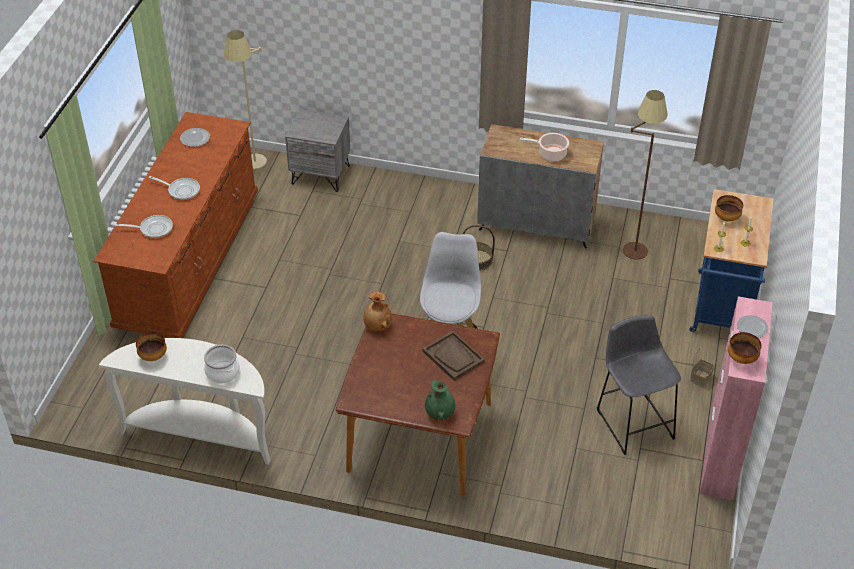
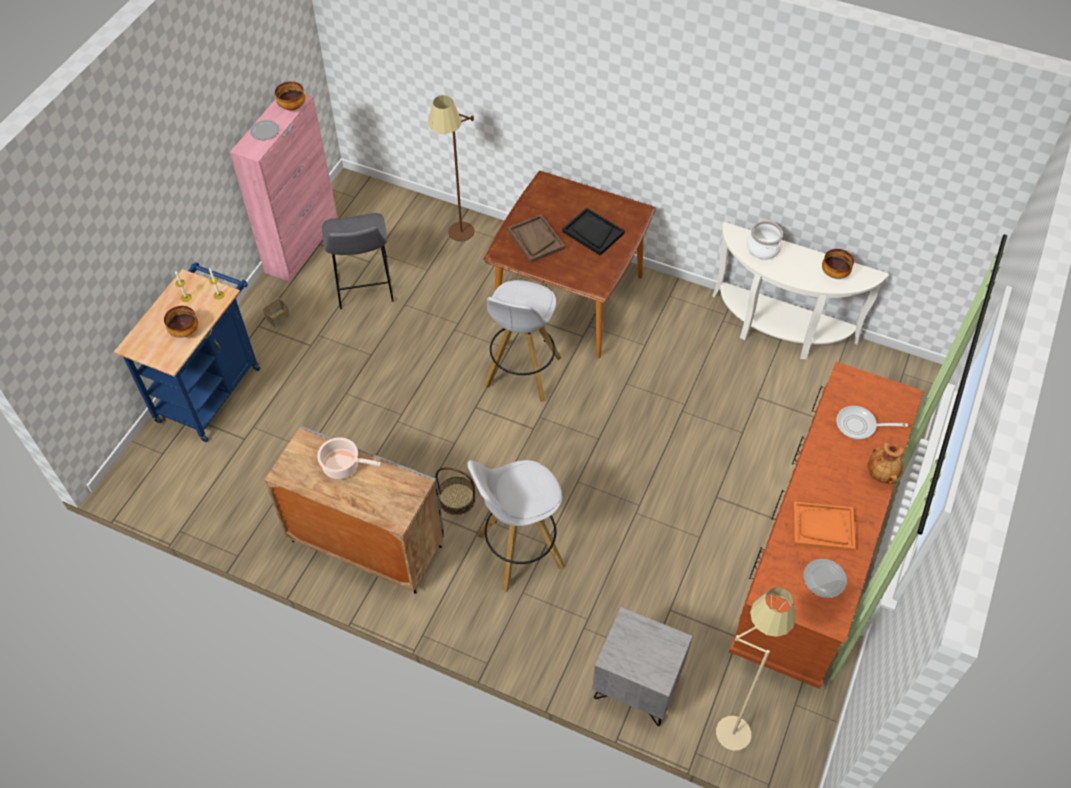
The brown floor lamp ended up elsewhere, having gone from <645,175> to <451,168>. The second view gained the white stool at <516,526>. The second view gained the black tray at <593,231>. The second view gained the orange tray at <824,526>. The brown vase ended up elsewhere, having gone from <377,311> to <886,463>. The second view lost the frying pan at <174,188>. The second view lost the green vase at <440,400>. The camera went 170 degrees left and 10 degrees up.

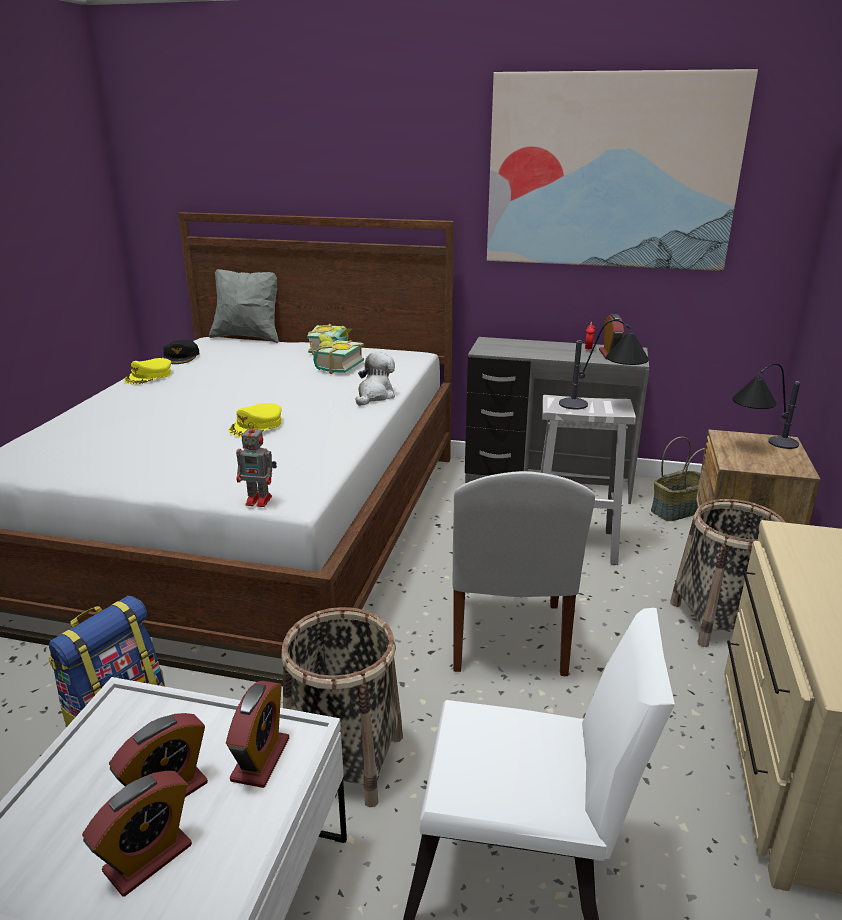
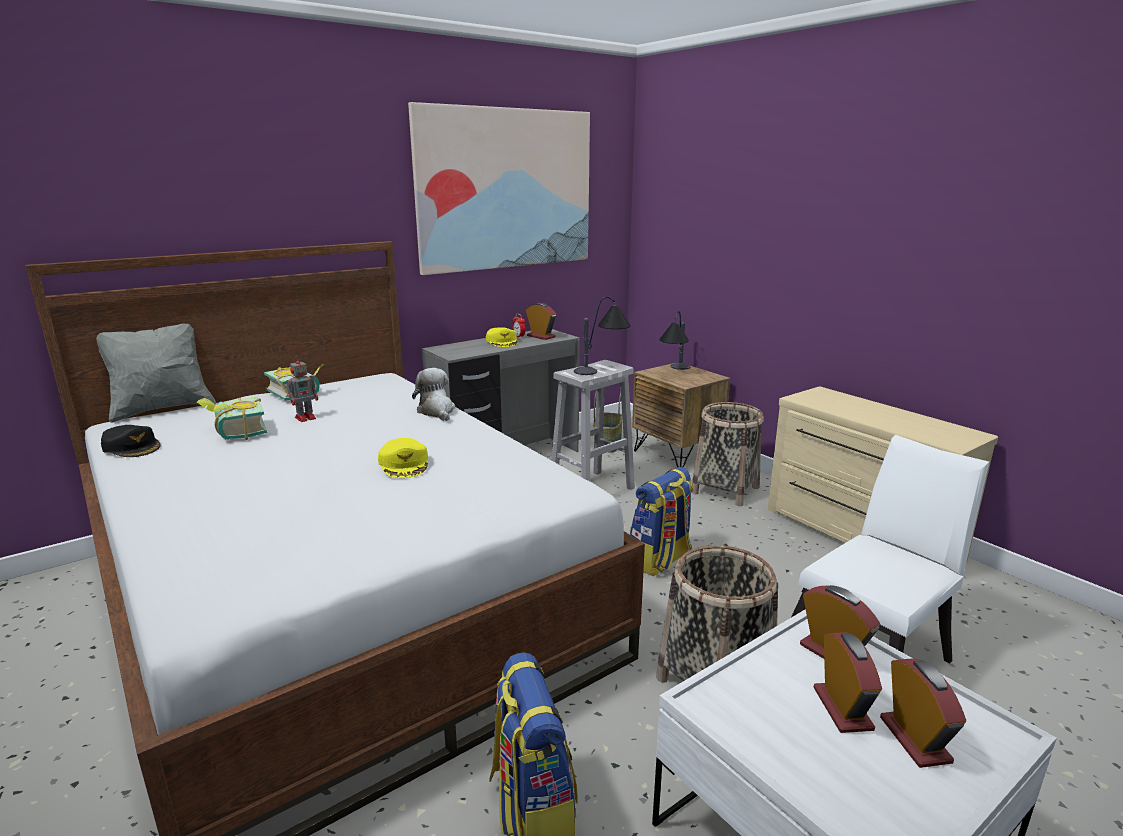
The book ended up elsewhere, having gone from <338,354> to <232,418>. The toy robot ended up elsewhere, having gone from <256,464> to <302,388>. The yellow cap ended up elsewhere, having gone from <147,371> to <502,337>. Where the white chair stood at <524,573>, the backpack came to stand at <662,521>. The camera went 50 degrees left and 5 degrees down.

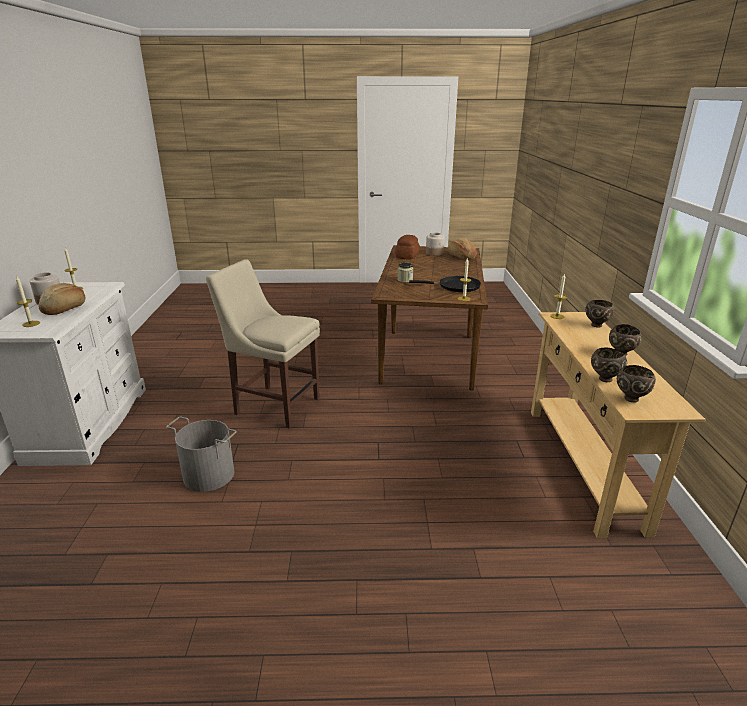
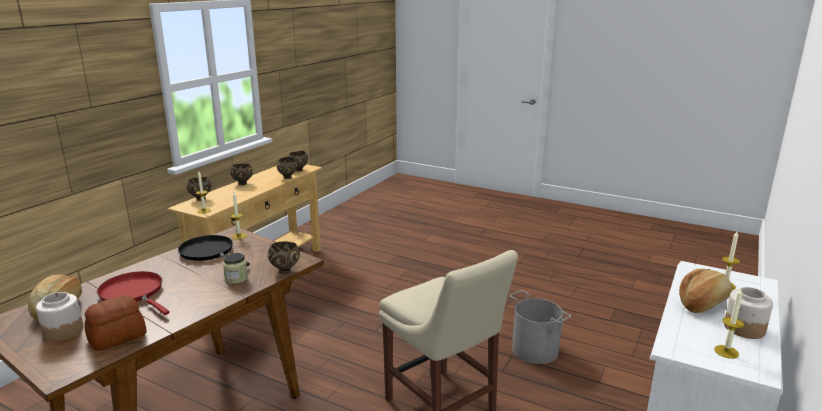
The second view gained the red frying pan at <133,293>. The second view gained the brown bowl at <284,258>. The camera went 150 degrees left and 5 degrees down.

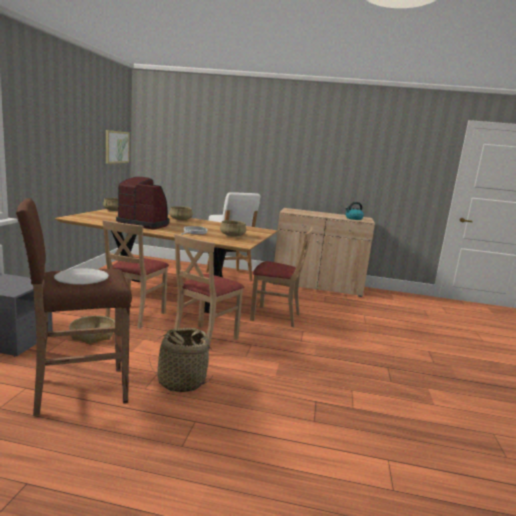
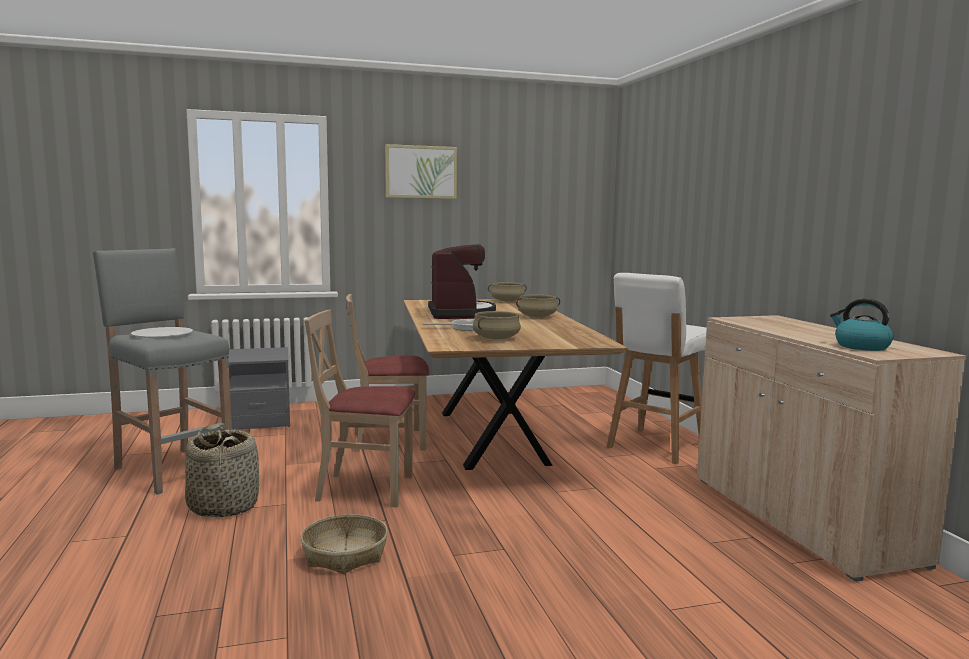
What was the brown stool at <74,307> turned into the grey stool at <162,371>. The basket ended up elsewhere, having gone from <92,330> to <344,544>. The picture ended up elsewhere, having gone from <117,147> to <421,171>. The second view lost the beige chair at <281,277>. The camera went 65 degrees right and 5 degrees down.

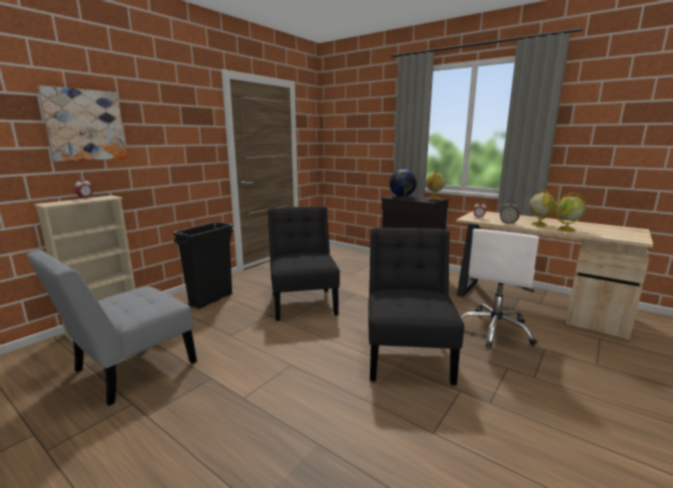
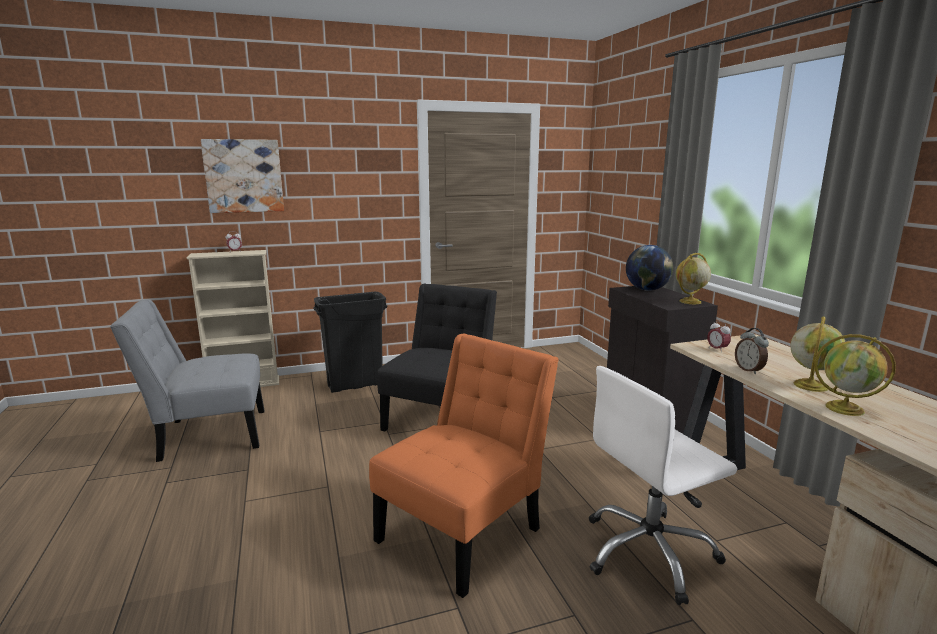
What was the black chair at <416,306> turned into the orange chair at <464,466>. The camera went 35 degrees right and 0 degrees up.

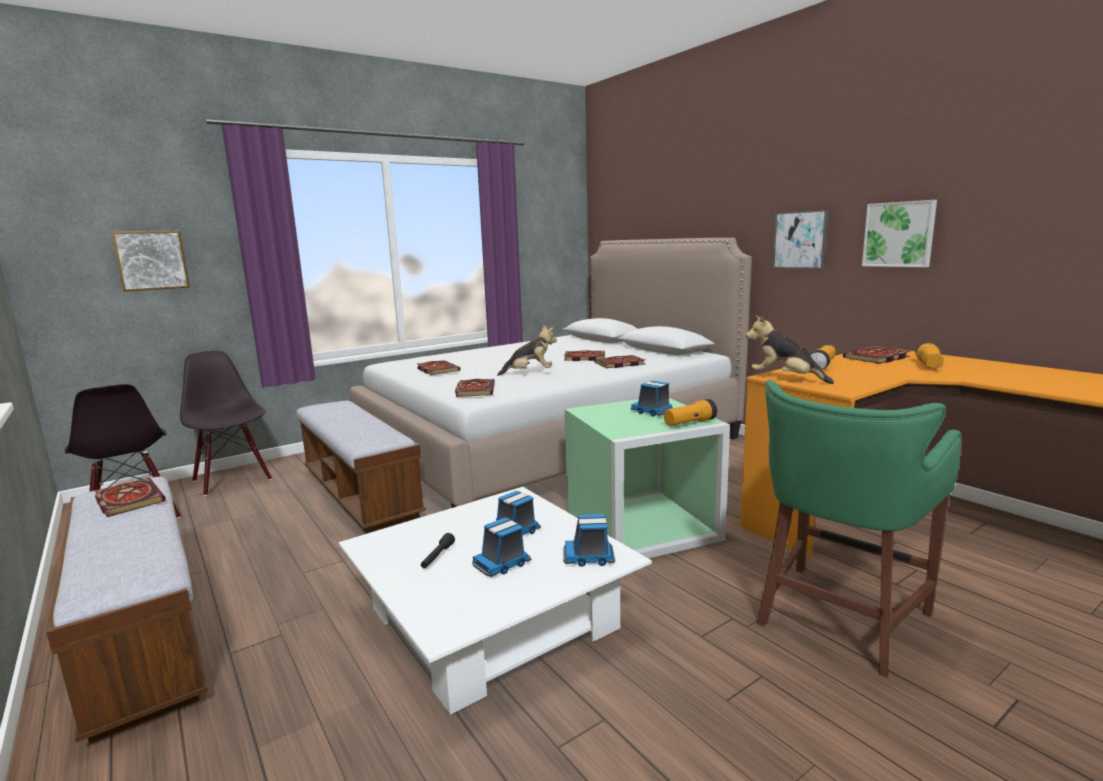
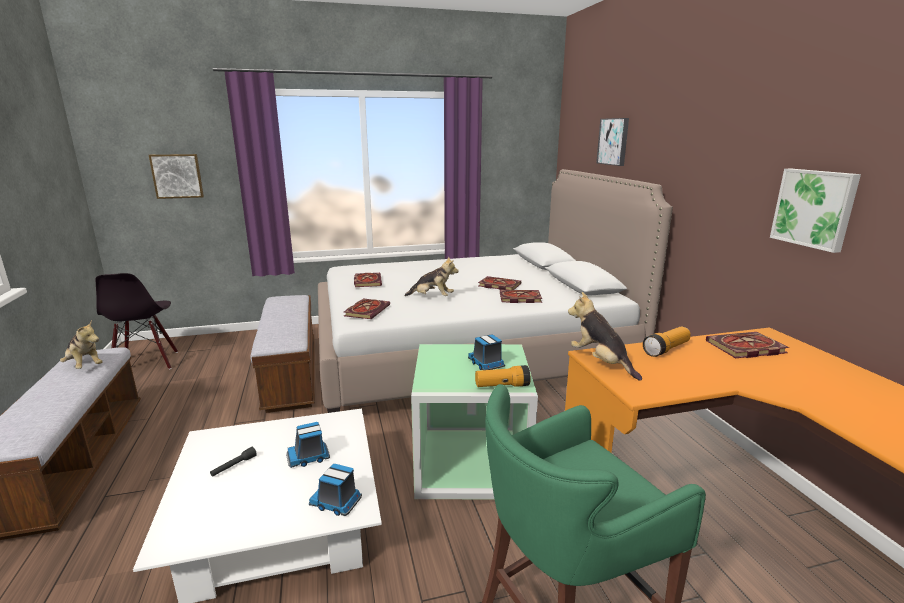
Where the book stood at <130,497>, the plush toy came to stand at <81,344>. The picture ended up elsewhere, having gone from <801,239> to <612,142>. The second view lost the black chair at <226,423>. The second view lost the toy truck at <502,547>. The second view lost the flashlight at <930,355>. The camera went 20 degrees right and 5 degrees up.

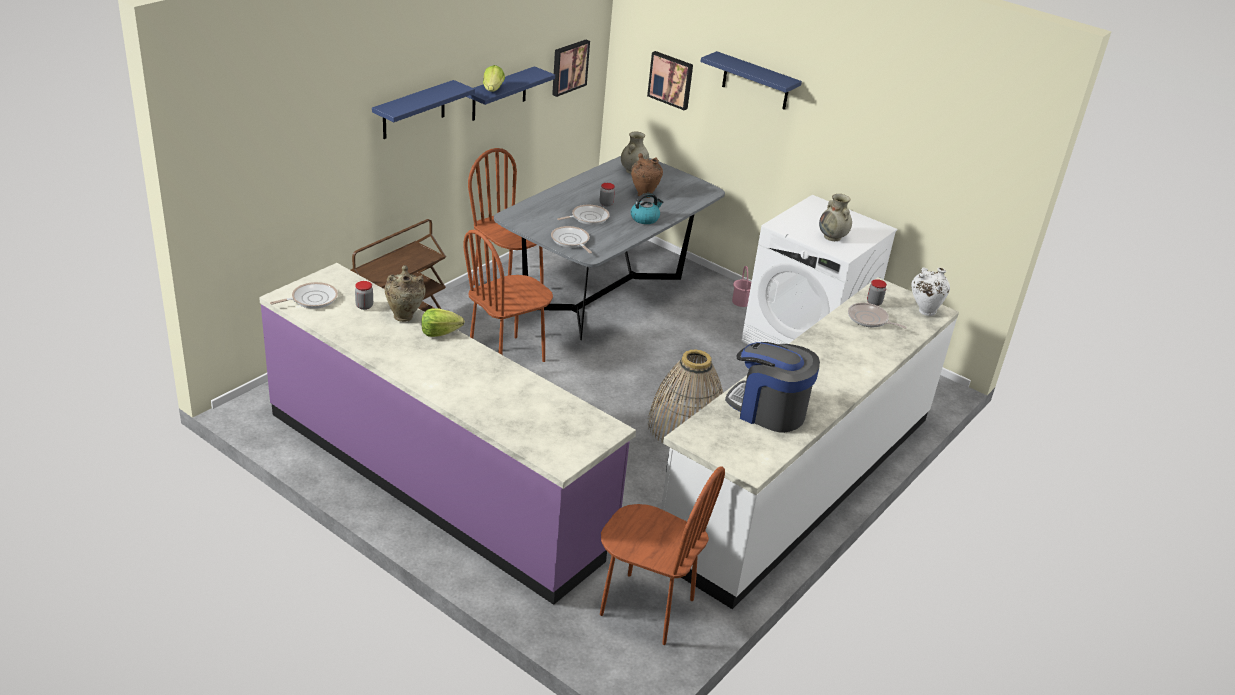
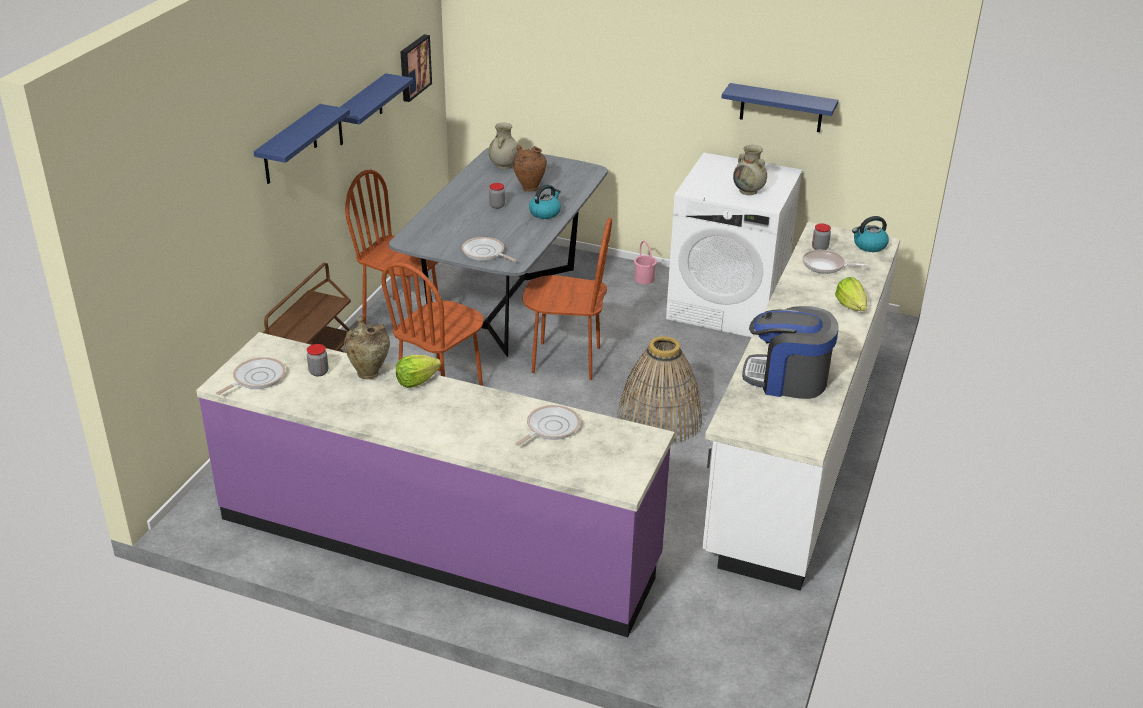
The frying pan ended up elsewhere, having gone from <583,215> to <547,425>. The brown chair ended up elsewhere, having gone from <662,555> to <567,299>. The blue shelf ended up elsewhere, having gone from <751,80> to <780,107>. The lettuce ended up elsewhere, having gone from <494,78> to <851,294>. Where the white vase stood at <930,291>, the kettle came to stand at <870,234>. The second view lost the picture at <670,80>. The camera went 15 degrees left and 0 degrees up.

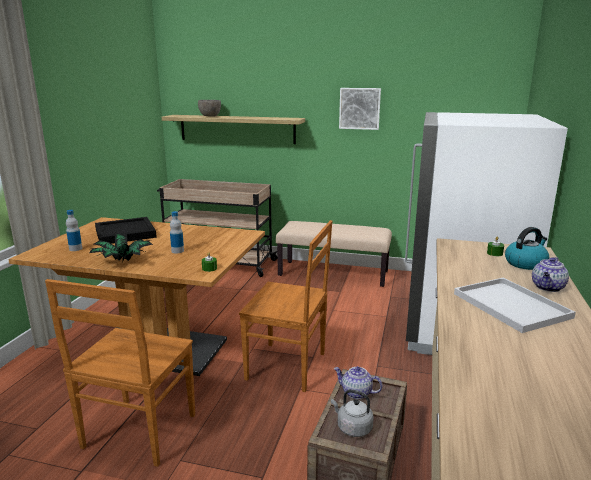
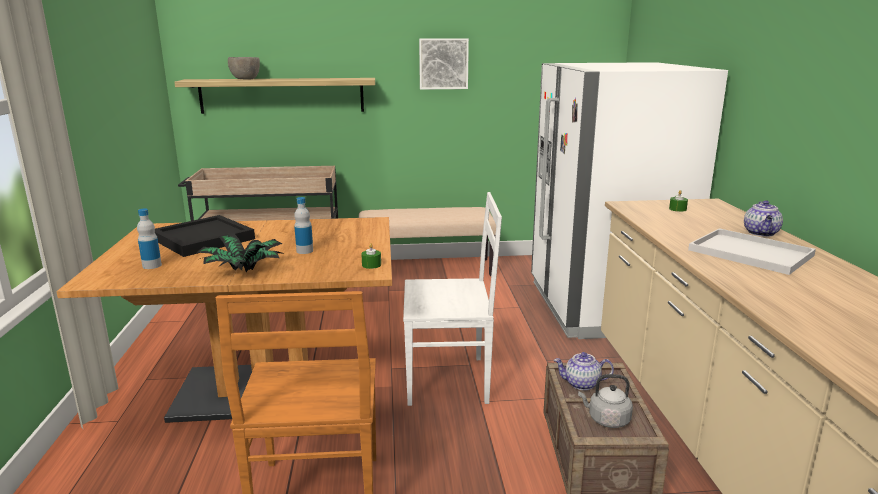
What was the brown chair at <285,306> turned into the white chair at <452,299>. The second view lost the kettle at <527,248>. The camera went 20 degrees left and 0 degrees up.

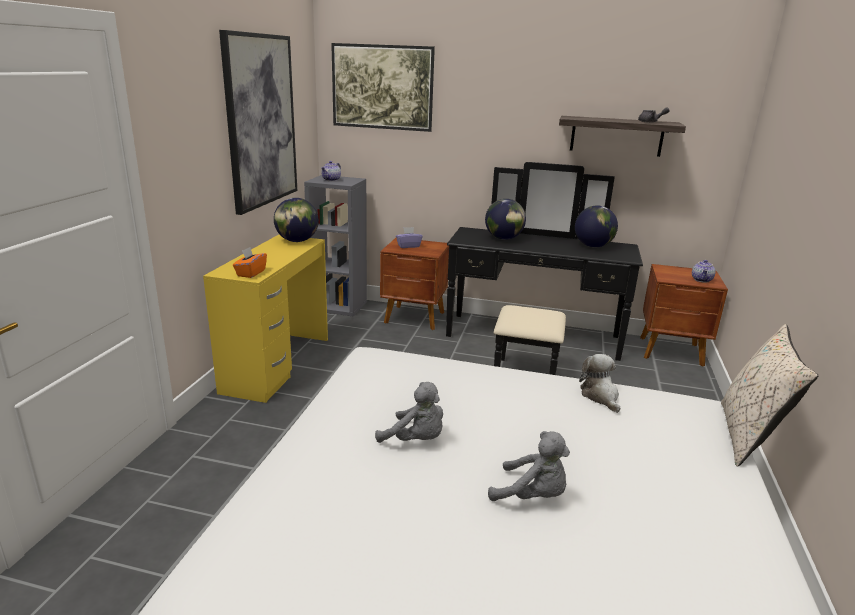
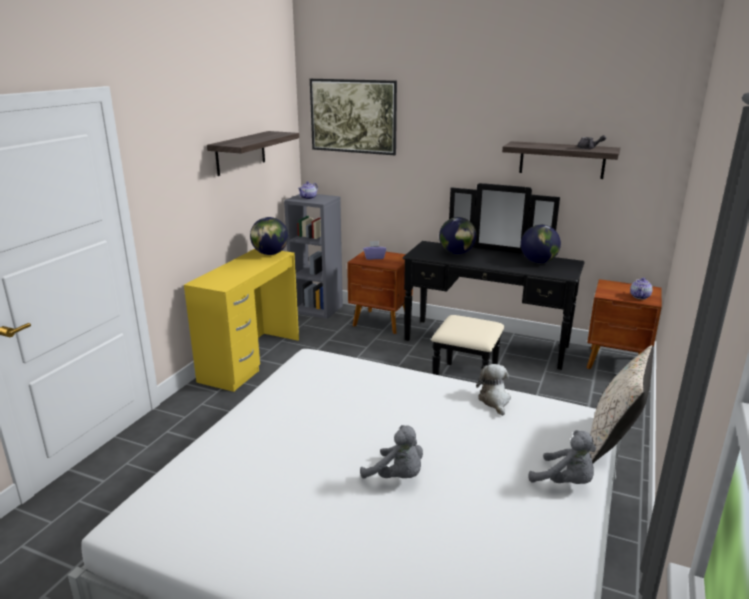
Where the picture hung at <258,122>, the shelf came to hang at <253,153>. The grey plush toy ended up elsewhere, having gone from <409,412> to <562,457>. The second view lost the orange tissue box at <250,262>. The camera went 10 degrees right and 0 degrees up.

